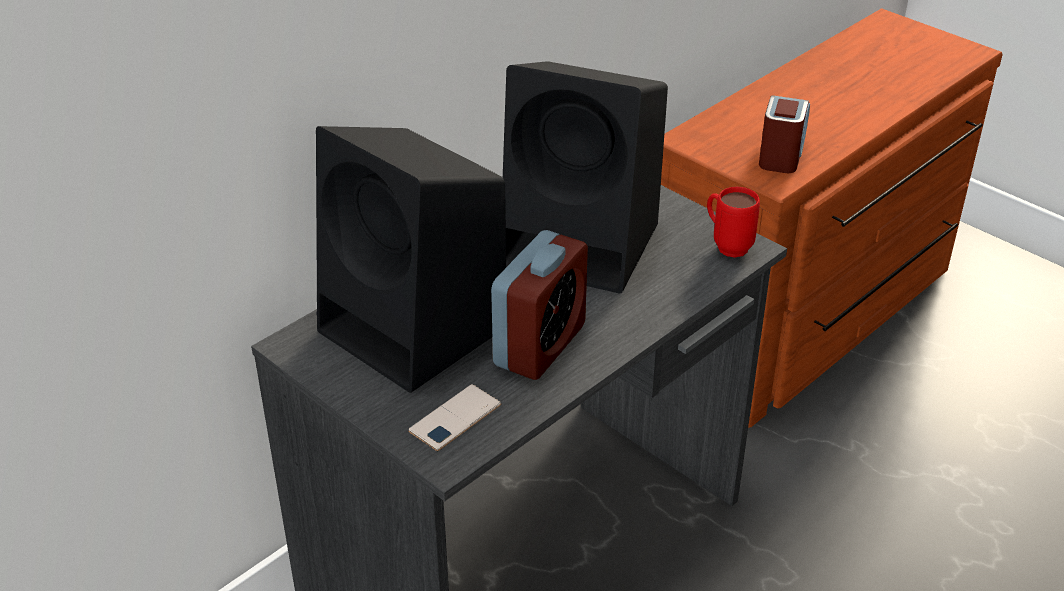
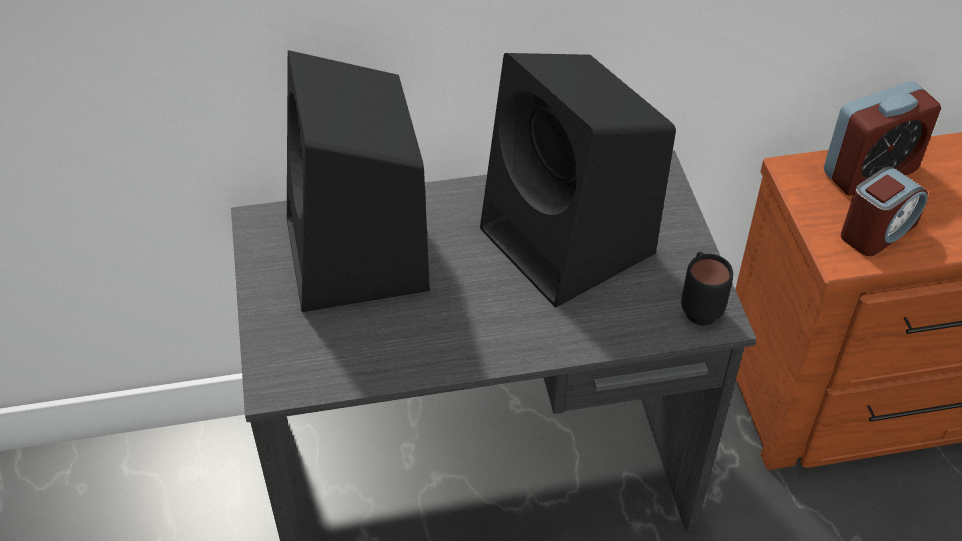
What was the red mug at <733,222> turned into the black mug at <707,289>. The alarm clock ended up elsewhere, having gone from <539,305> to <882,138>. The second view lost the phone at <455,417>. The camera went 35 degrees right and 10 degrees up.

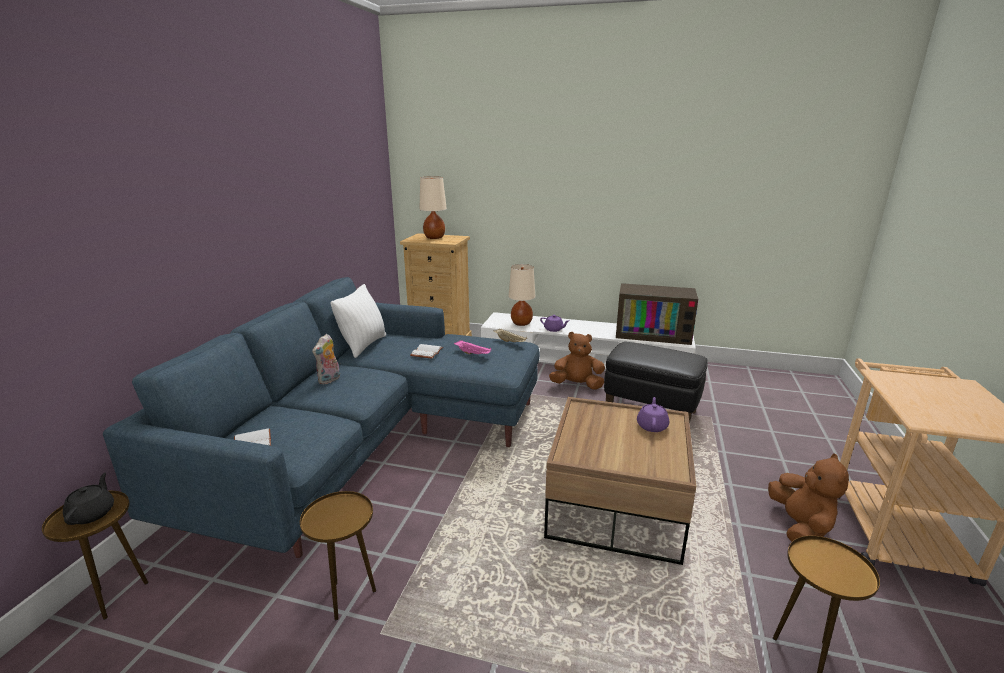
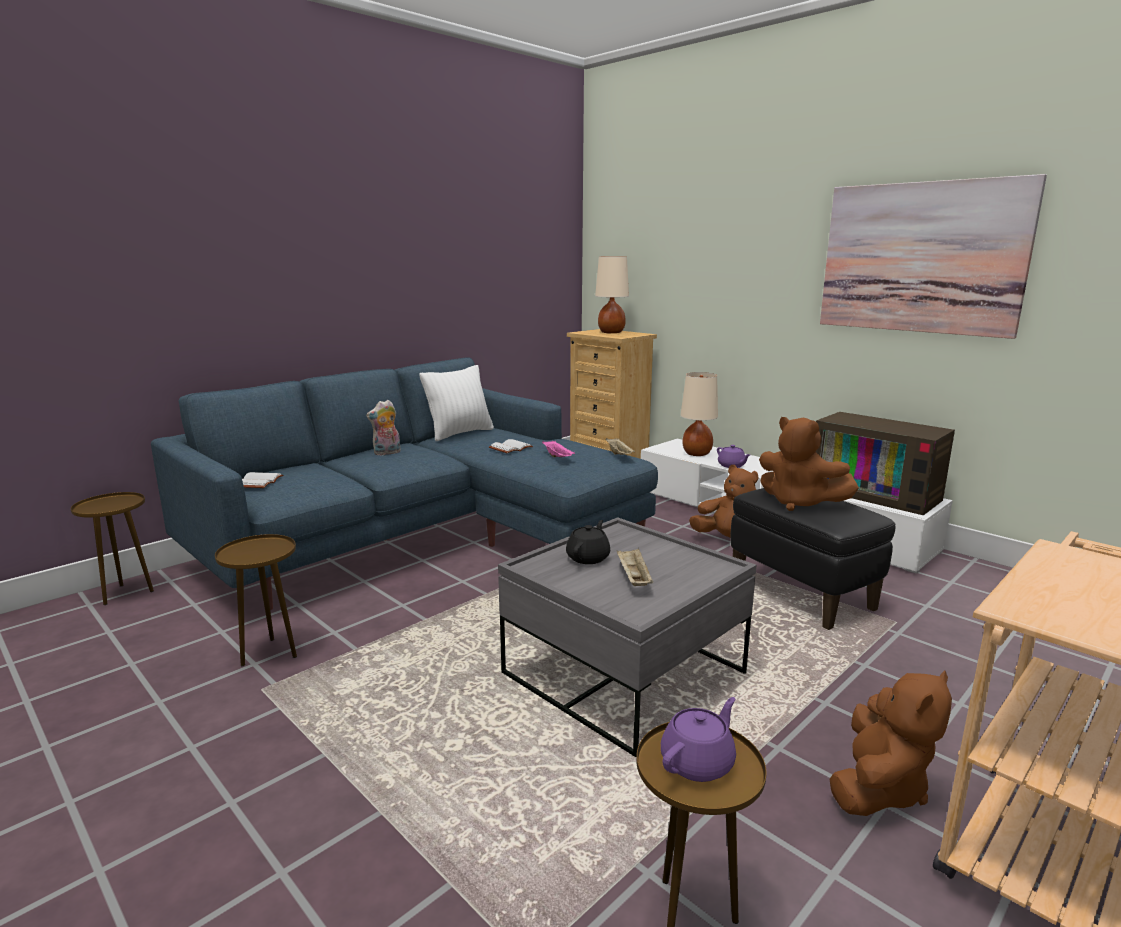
What was the brown coffee table at <620,481> turned into the grey coffee table at <627,637>. The black teapot ended up elsewhere, having gone from <88,499> to <588,542>. The second view gained the beige tray at <635,567>. The purple teapot ended up elsewhere, having gone from <653,414> to <698,739>. The second view gained the brown plush toy at <809,464>. The second view gained the picture at <933,256>. The camera went 30 degrees right and 5 degrees down.

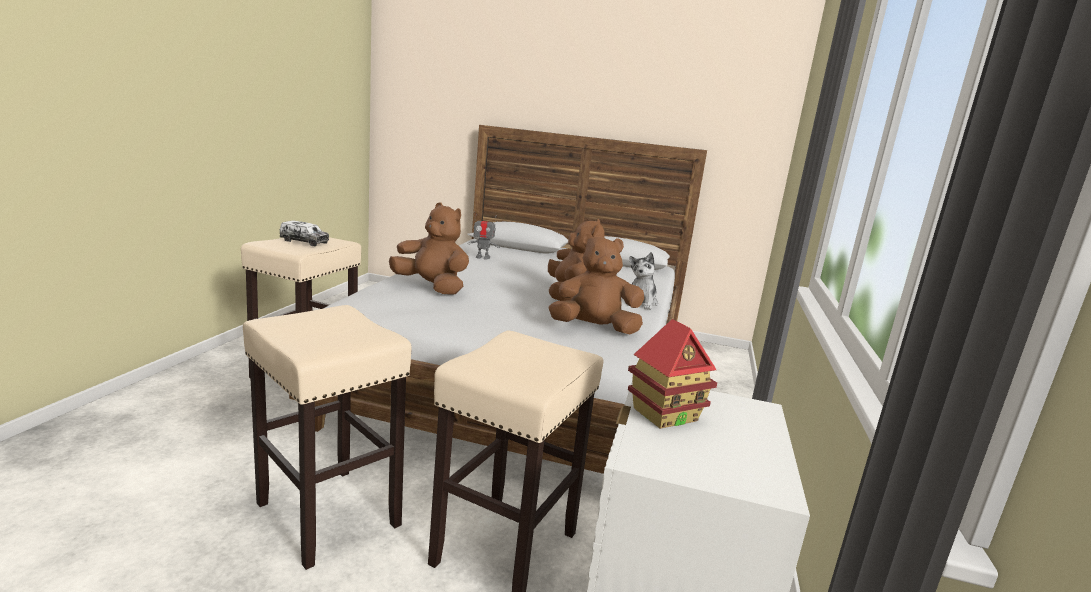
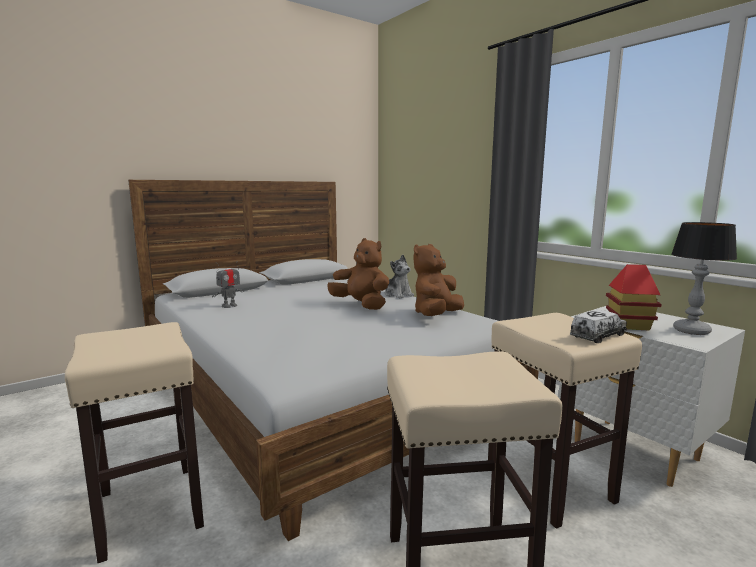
The toy truck ended up elsewhere, having gone from <304,233> to <598,326>. The second view gained the table lamp at <704,278>. The second view lost the brown plush toy at <429,248>. The camera went 50 degrees left and 5 degrees down.

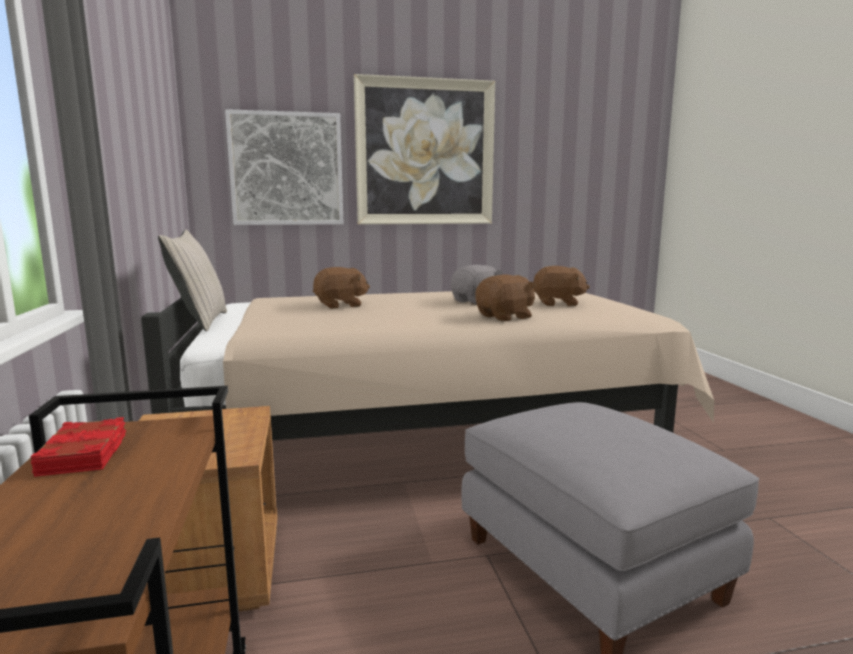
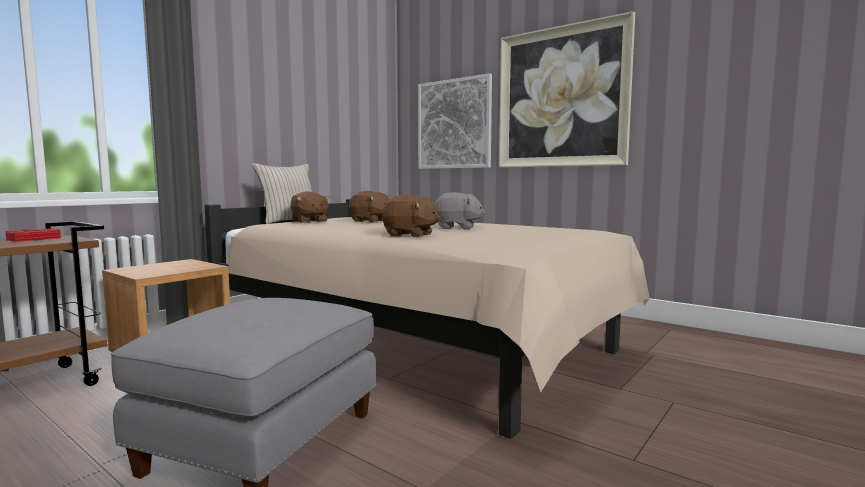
The brown plush toy ended up elsewhere, having gone from <561,286> to <310,207>. The camera went 50 degrees right and 5 degrees down.

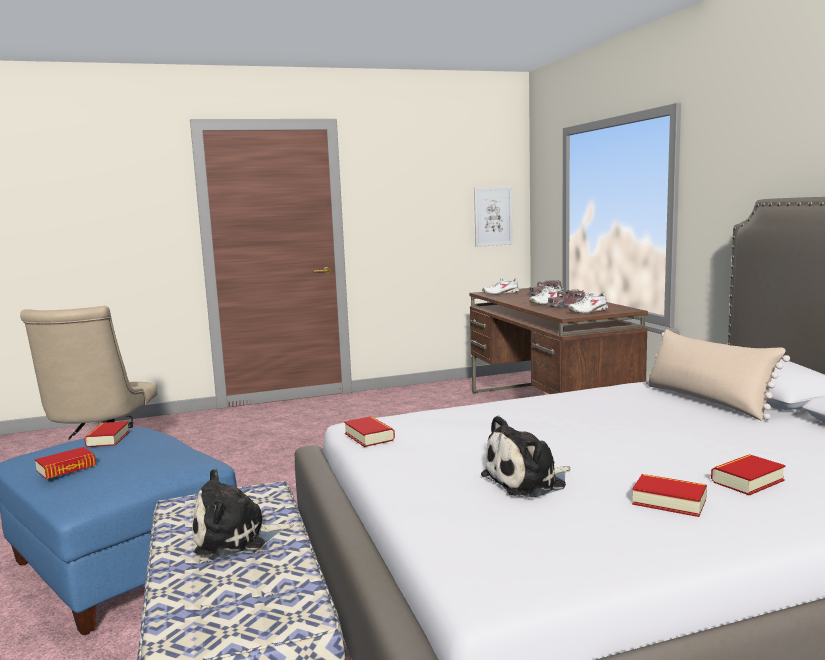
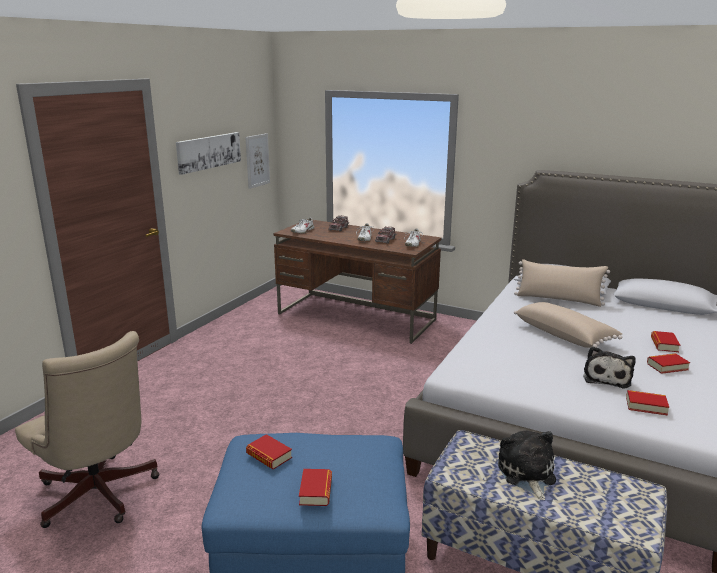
The second view gained the picture at <208,153>. The plush toy at <243,513> ended up facing another way, 150 degrees clockwise from before. The second view gained the beige pillow at <568,325>. The book ended up elsewhere, having gone from <369,431> to <647,403>. The camera went 45 degrees left and 10 degrees up.

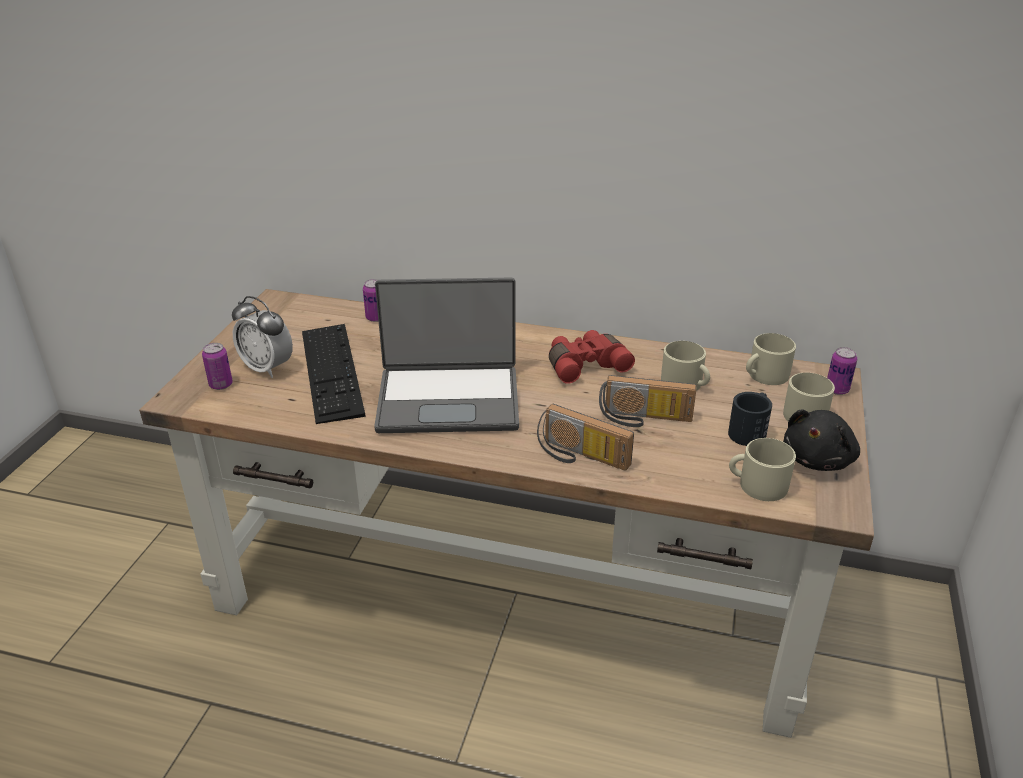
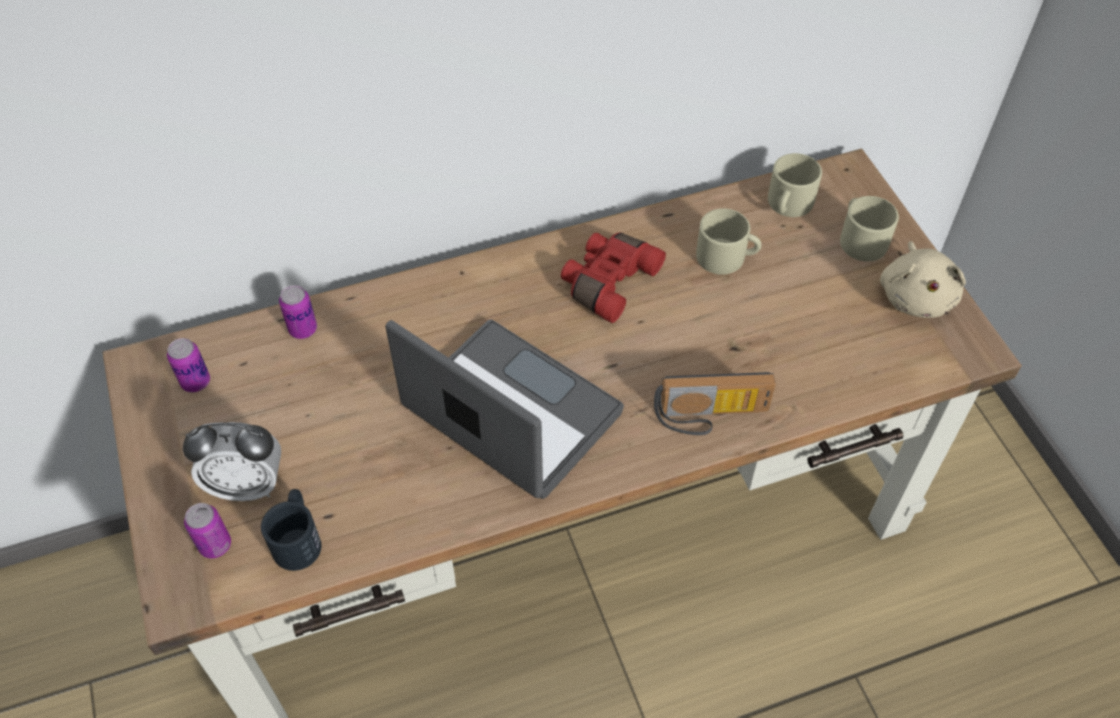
The can ended up elsewhere, having gone from <842,371> to <188,365>. The black mug ended up elsewhere, having gone from <750,419> to <291,530>. The laptop at <446,355> ended up facing another way, 105 degrees counterclockwise from before. What was the black plush toy at <821,440> turned into the beige plush toy at <923,279>. The second view lost the keyboard at <334,374>. The second view lost the radio at <648,401>. The second view lost the beige mug at <762,469>. The camera went 35 degrees left and 20 degrees up.

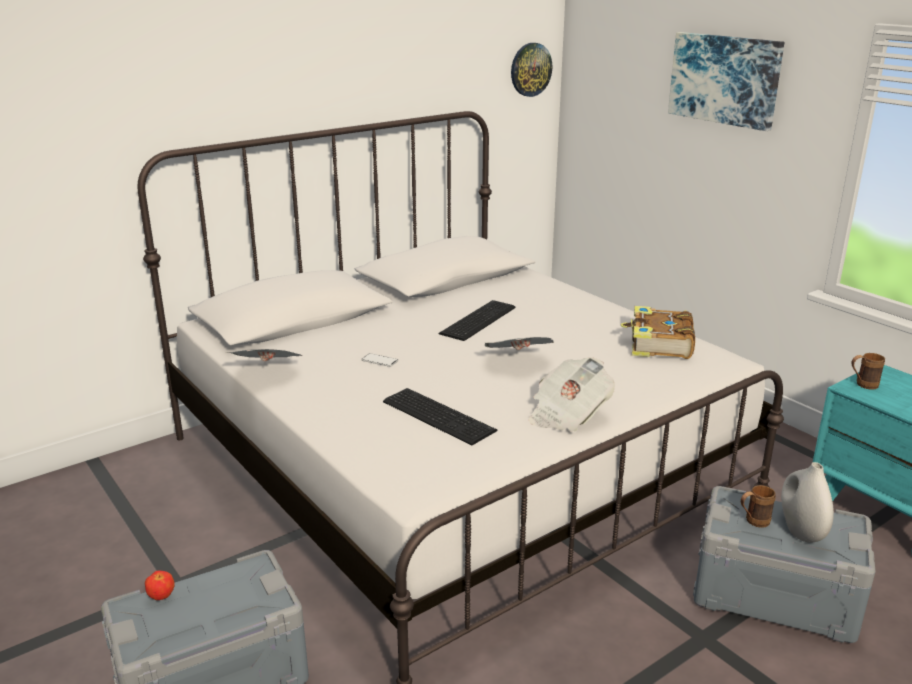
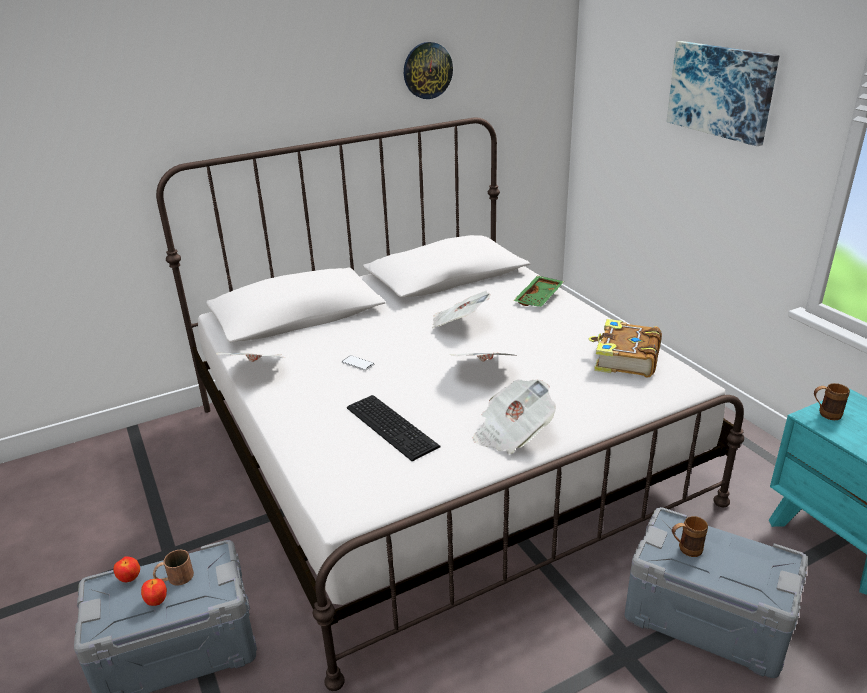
The second view gained the apple at <154,592>. The second view gained the brown mug at <173,568>. The wall clock ended up elsewhere, having gone from <531,70> to <428,70>. Where the keyboard stood at <476,320>, the newspaper came to stand at <461,309>. The second view gained the green tray at <538,291>. The second view lost the white vase at <807,502>. The camera went 10 degrees right and 5 degrees up.

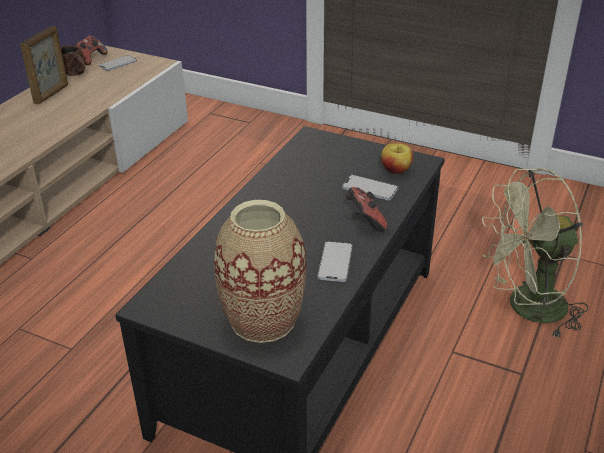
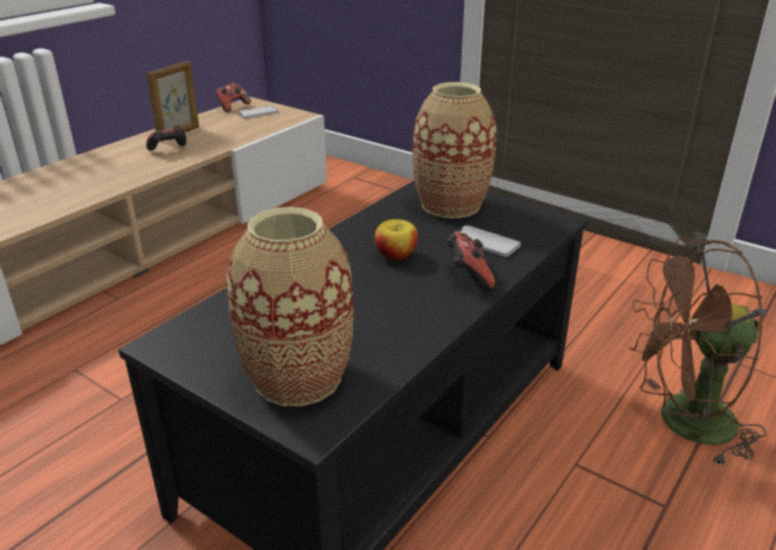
The second view gained the game controller at <166,138>. The apple ended up elsewhere, having gone from <397,158> to <396,239>. The second view gained the vase at <454,150>. What was the green fan at <535,254> turned into the brown fan at <697,353>. The second view lost the brown mug at <73,60>. The second view lost the phone at <335,261>. The camera went 10 degrees right and 5 degrees down.

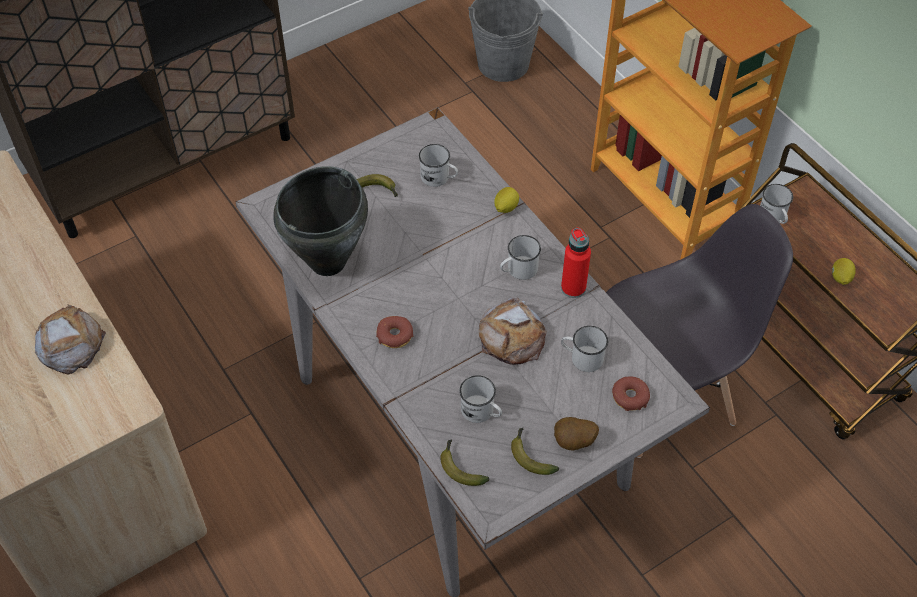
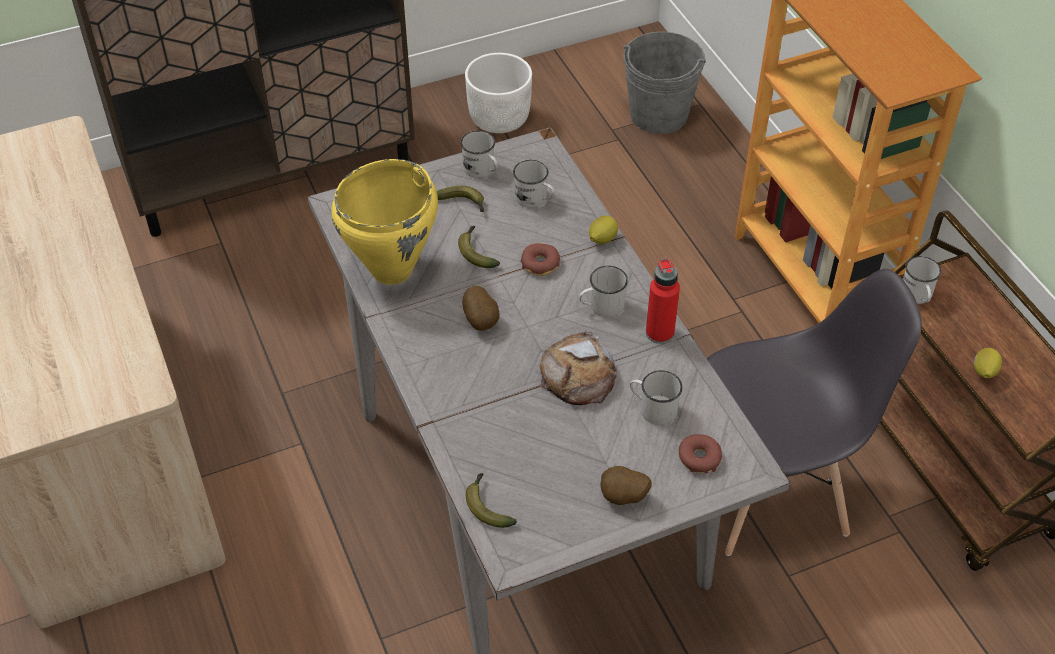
What was the black cooking pot at <321,221> turned into the yellow cooking pot at <384,222>. The banana ended up elsewhere, having gone from <535,451> to <479,247>. The white mug ended up elsewhere, having gone from <480,399> to <479,154>. The second view gained the potato at <480,308>. The second view gained the white planter at <498,93>. The donut ended up elsewhere, having gone from <394,332> to <540,259>. The second view lost the bread at <70,339>. The camera went 10 degrees right and 5 degrees down.

